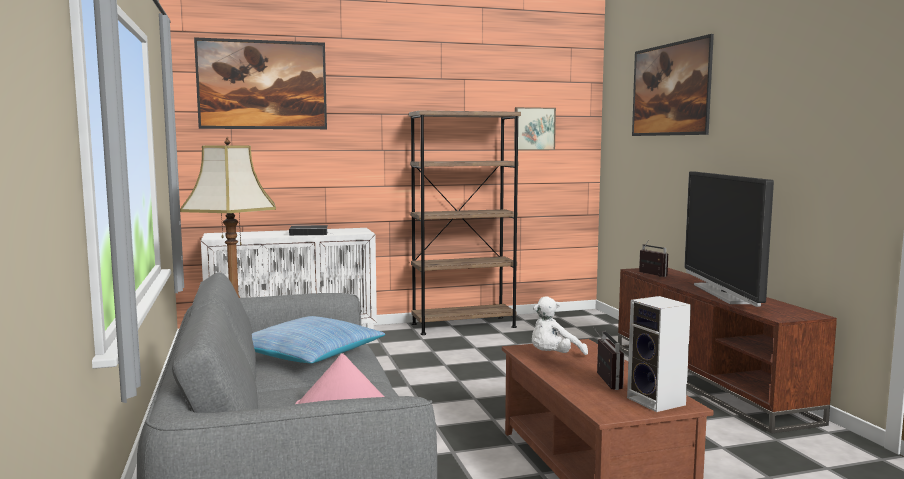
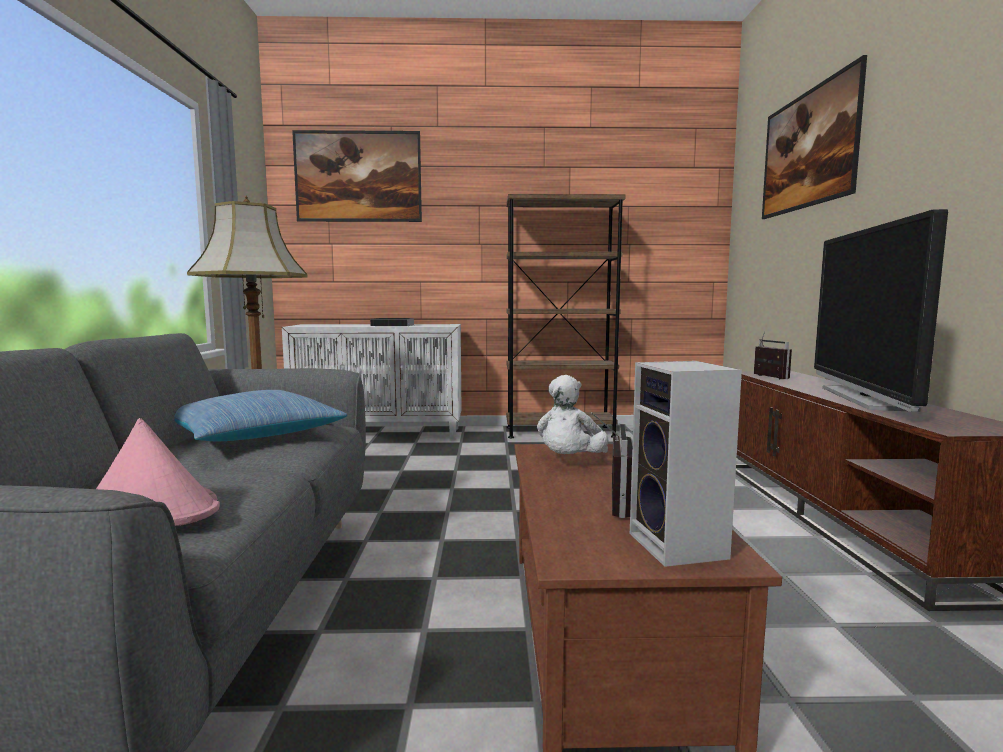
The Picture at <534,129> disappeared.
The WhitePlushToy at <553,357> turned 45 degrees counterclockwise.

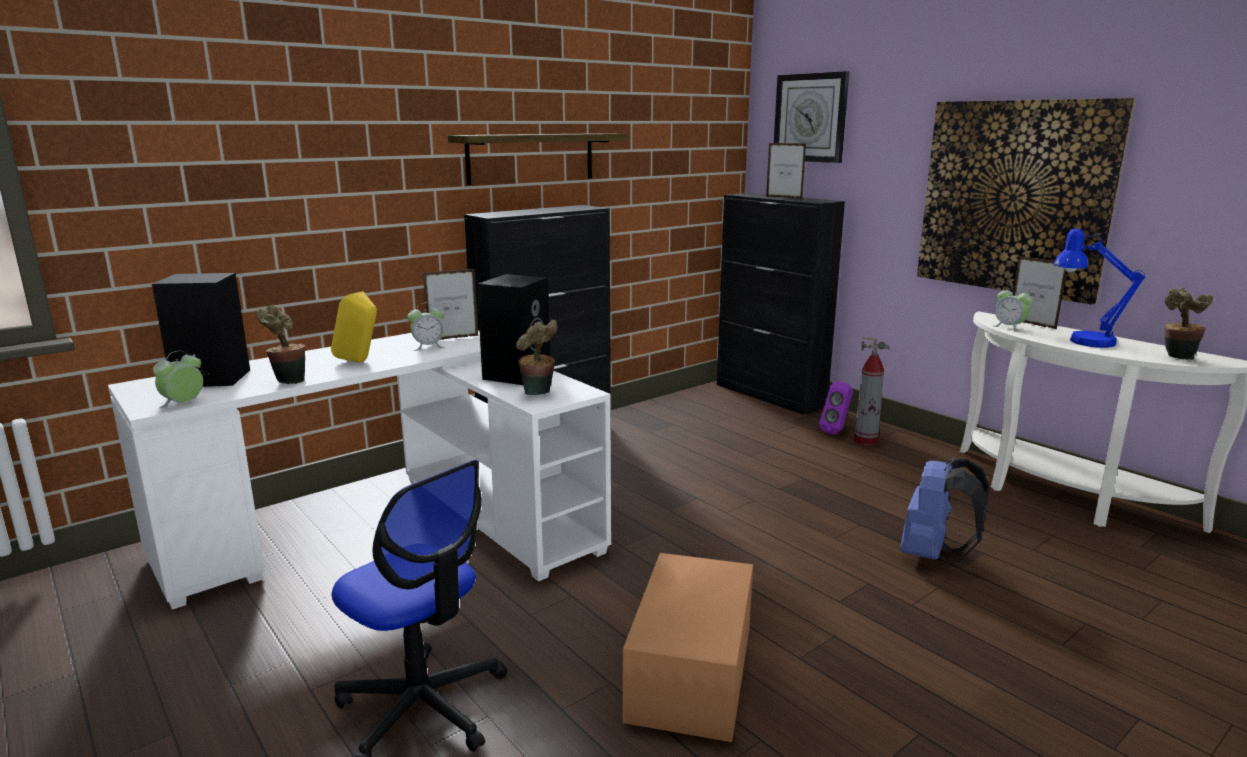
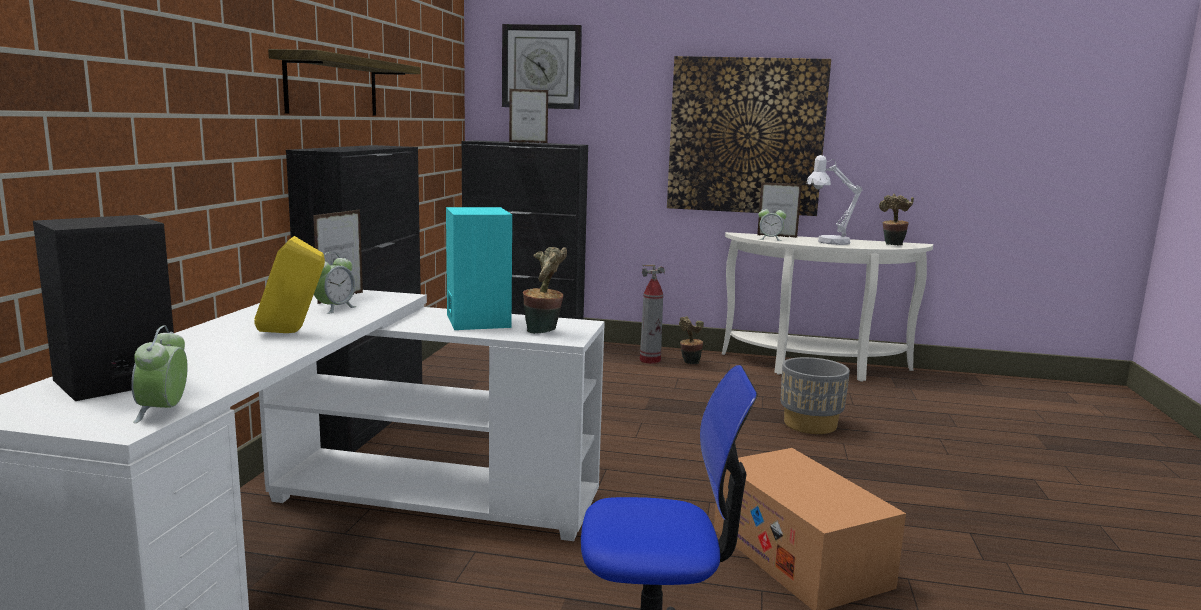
The PottedPlant moved from <288,381> to <689,363>.
The BlackSpeaker at <516,374> became the TurquoiseSpeaker at <476,320>.
The PurpleSpeaker at <836,431> disappeared.
The BlueBackpack at <933,555> was replaced by the GreyPlanter at <810,425>.
The BlueTableLamp at <1081,341> became the WhiteTableLamp at <827,242>.

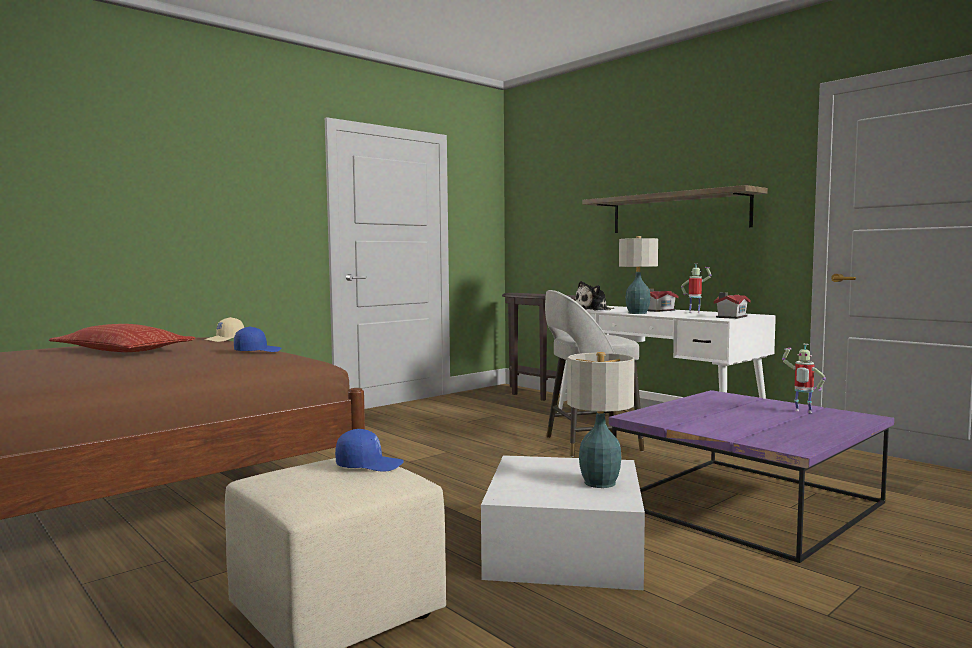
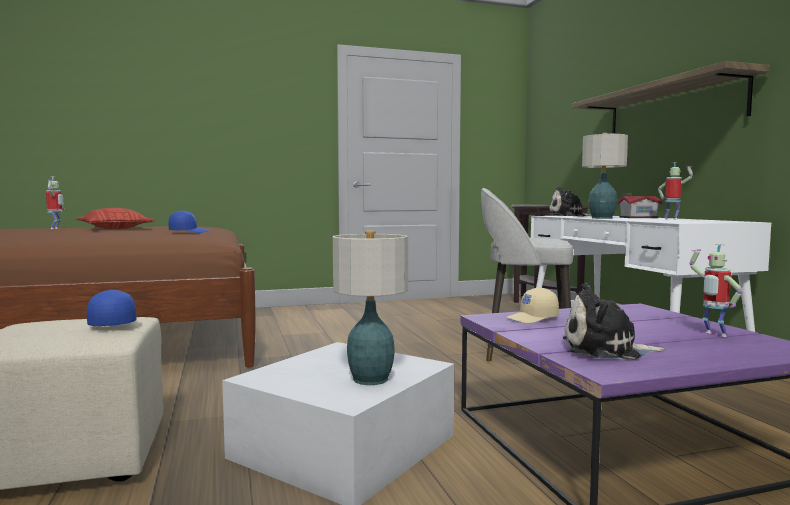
The BeigeCap moved from <225,339> to <532,318>.
The BlueCap at <369,465> turned 135 degrees counterclockwise.
The ToyHouse at <730,317> disappeared.
The ToyRobot at <56,228> appeared.
The PlushToy at <606,350> appeared.

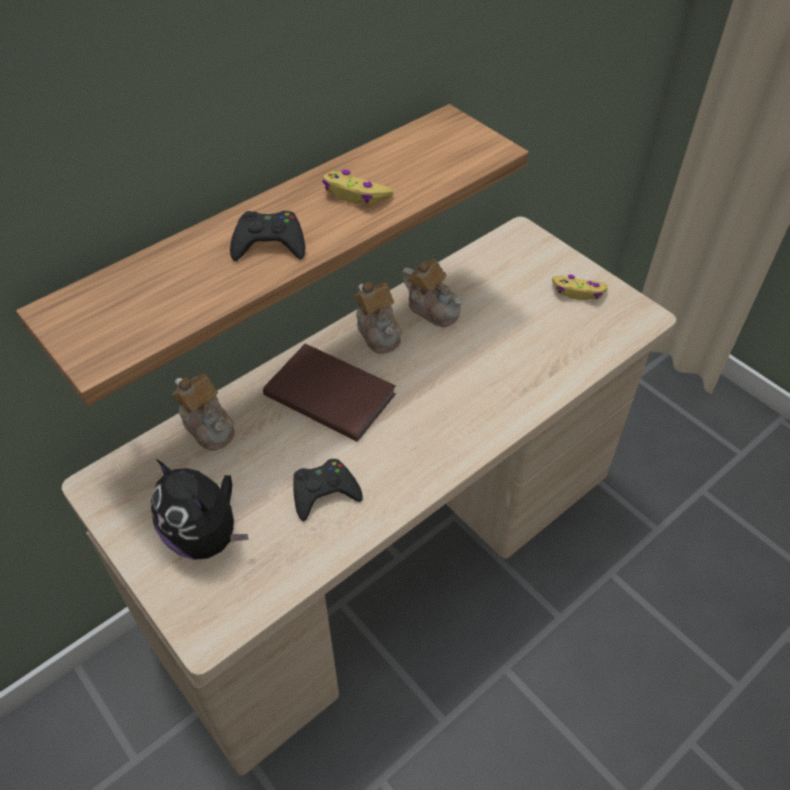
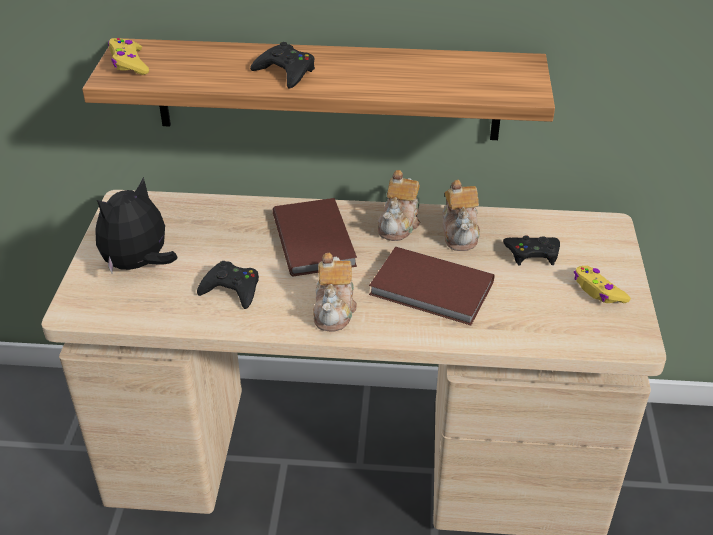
The PlushToy at <206,536> turned 45 degrees clockwise.
The Teapot moved from <208,425> to <334,310>.
The YellowGameController moved from <355,195> to <129,63>.
The BrownBook at <432,290> appeared.
The BlackGameController at <532,254> appeared.

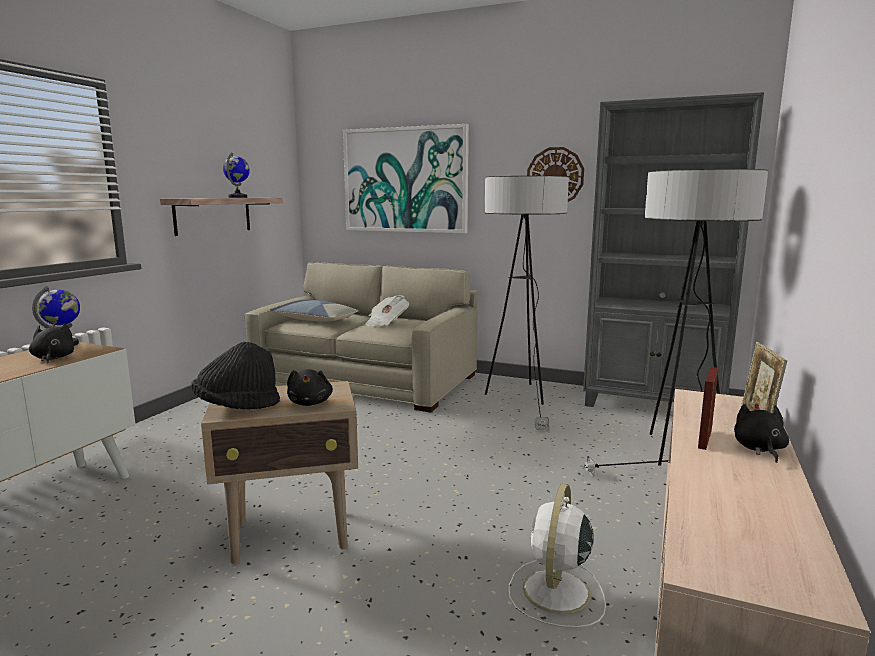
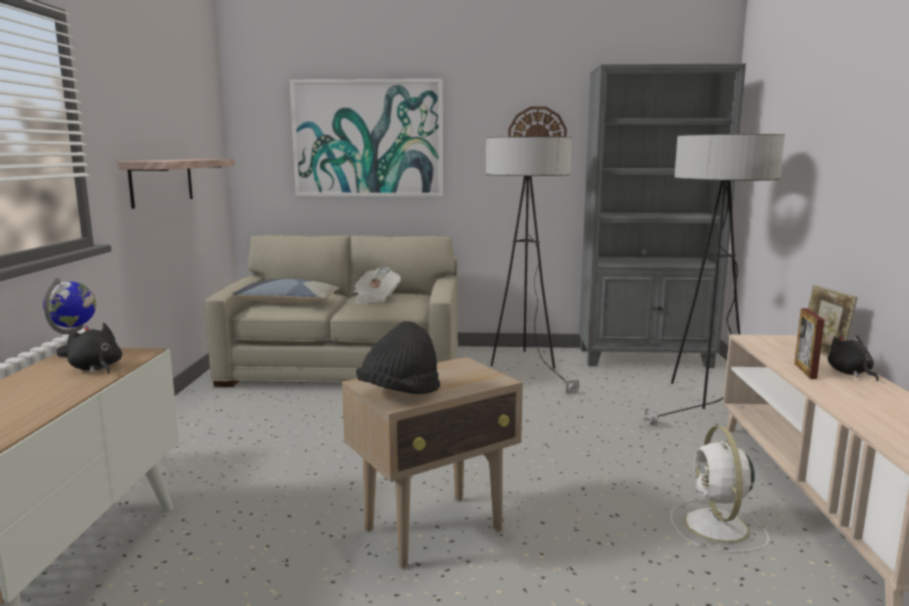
The Globe at <238,197> disappeared.
The BlackPlushToy at <310,403> disappeared.

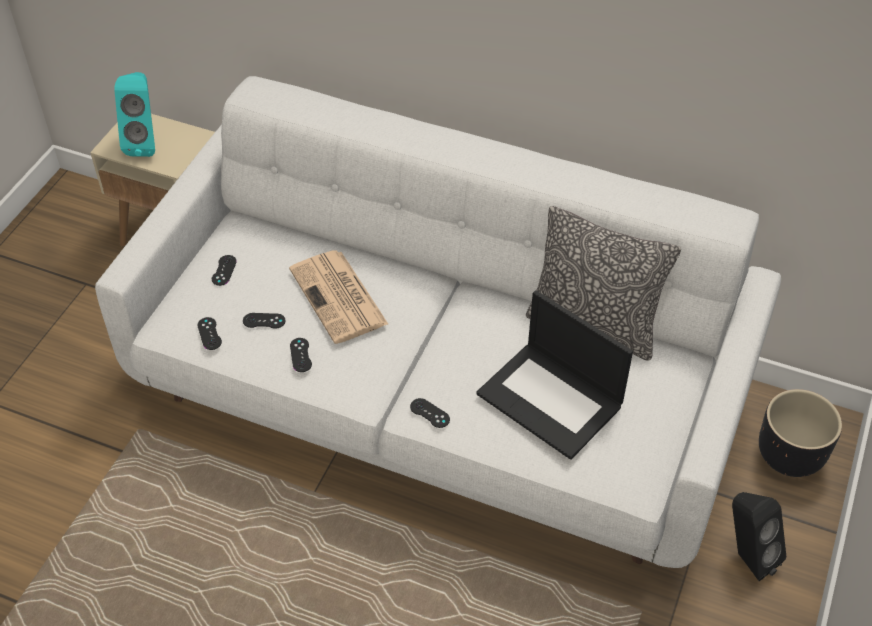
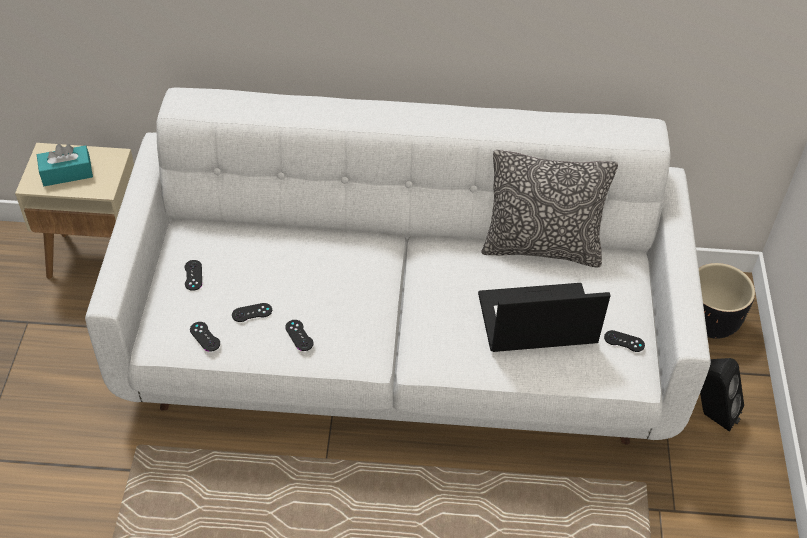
The TurquoiseSpeaker at <145,143> was replaced by the TurquoiseTissueBox at <67,173>.
The Newspaper at <339,298> disappeared.
The BlackGameController moved from <430,413> to <624,341>.
The Laptop at <551,400> turned 150 degrees clockwise.

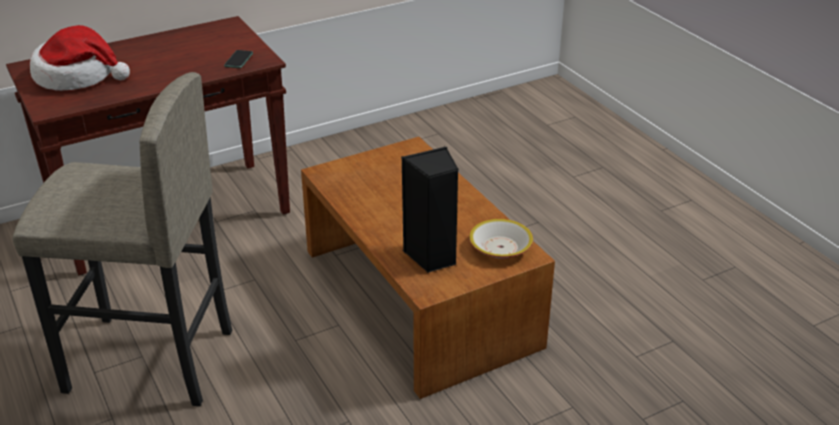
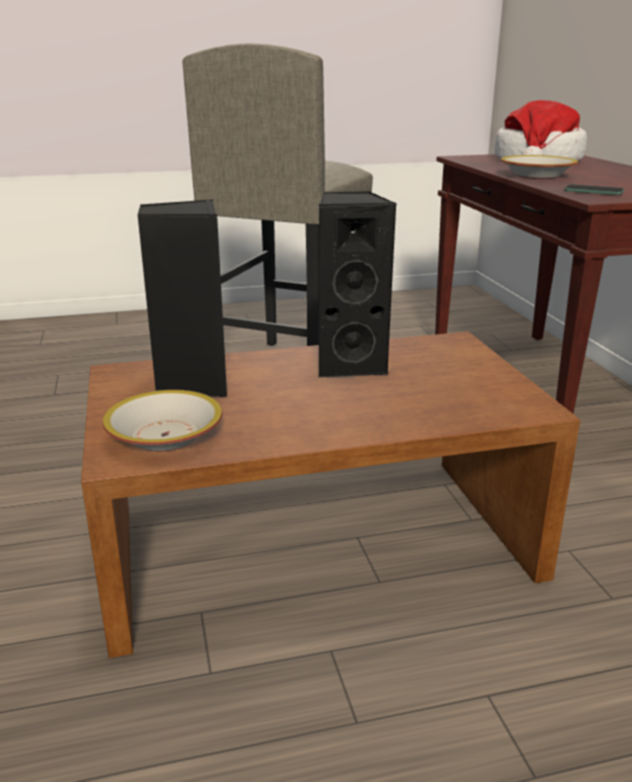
The BlackSpeaker at <350,364> appeared.
The Bowl at <537,176> appeared.

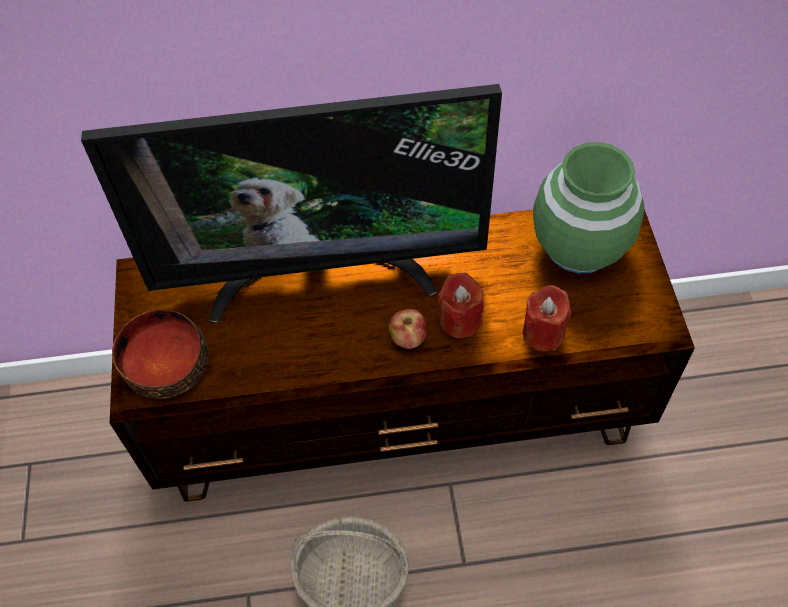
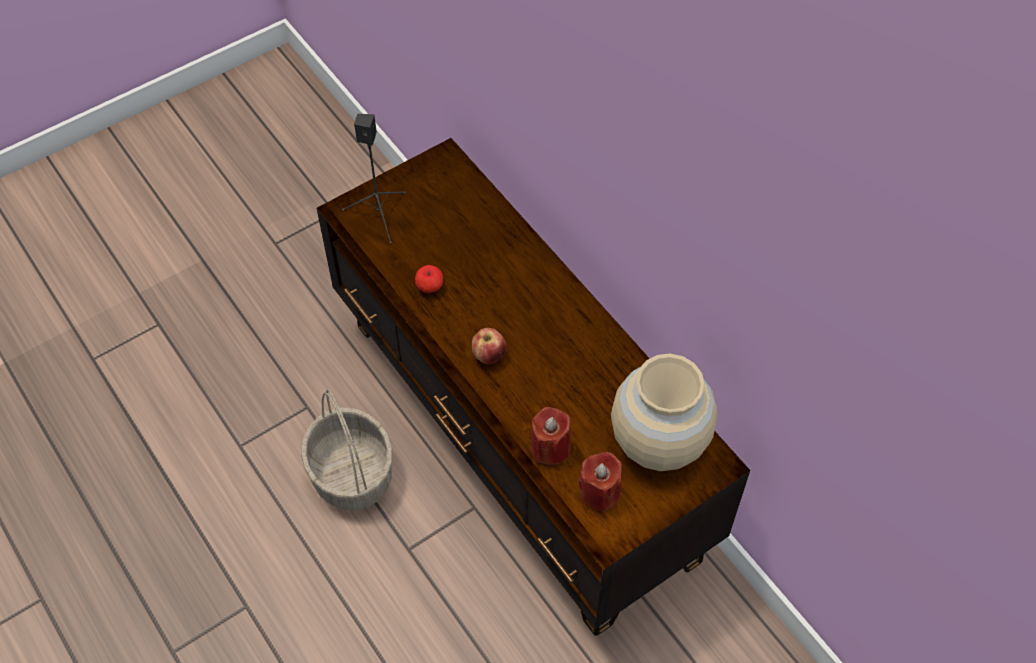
The Television at <320,273> disappeared.
The Bowl at <165,364> was replaced by the BlackSpeaker at <379,214>.
The RedCandle moved from <460,320> to <599,493>.
The GreenVase at <580,246> became the BeigeVase at <659,442>.
The Apple at <430,287> appeared.

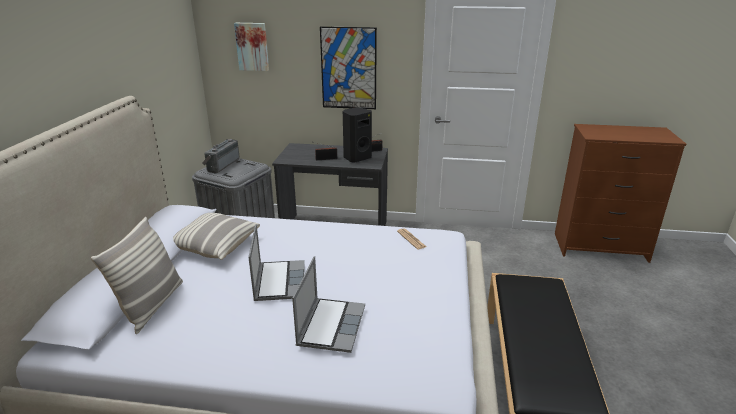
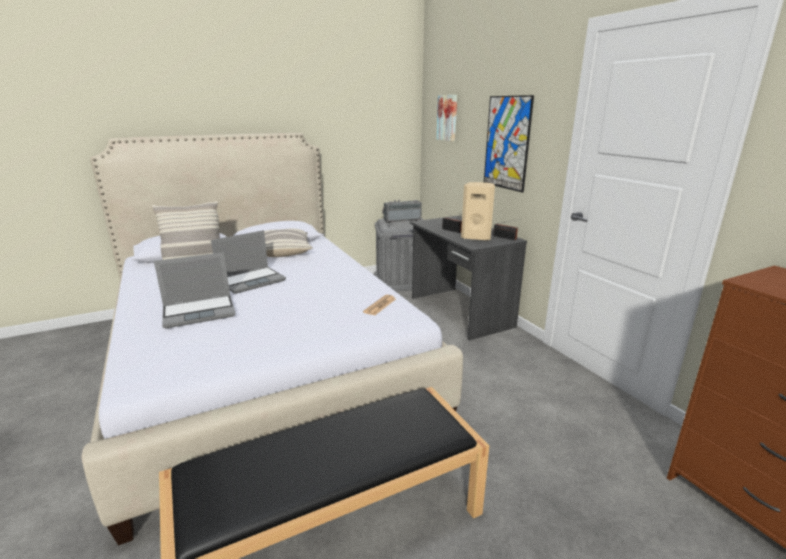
The BlackSpeaker at <356,158> became the BeigeSpeaker at <476,237>.

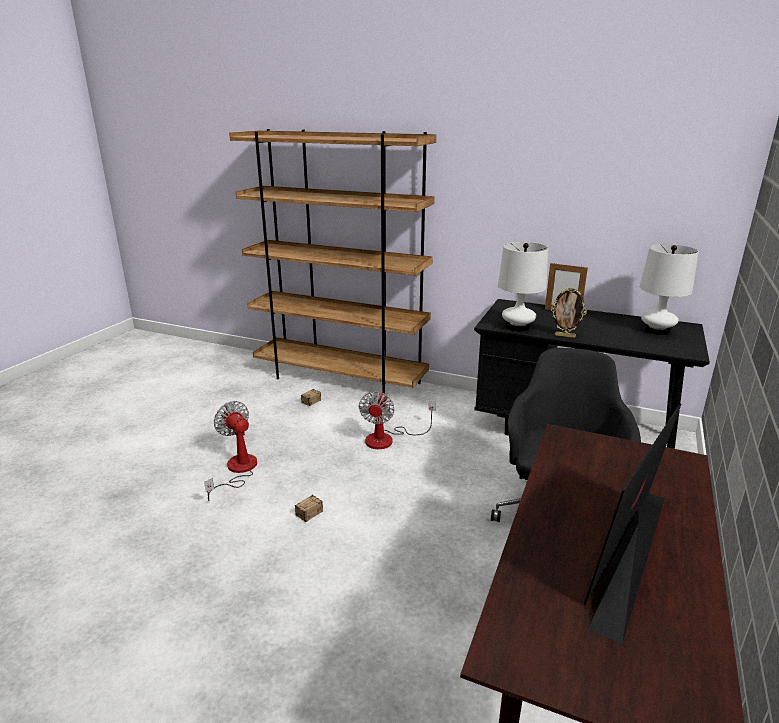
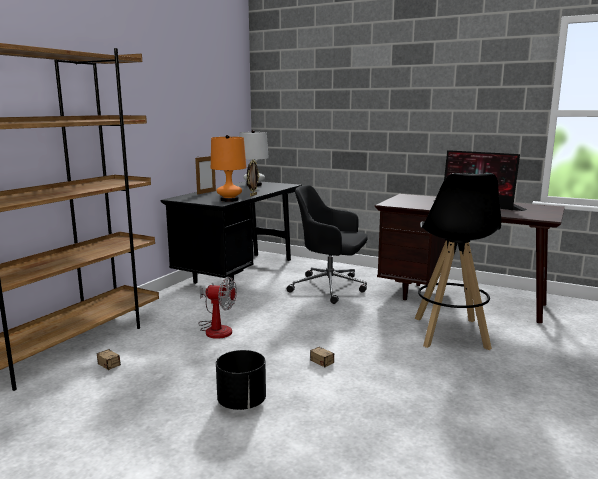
The Fan at <237,471> was replaced by the BlackPlanter at <242,403>.
The WhiteTableLamp at <517,327> became the OrangeTableLamp at <229,200>.
The BlackStool at <450,333> appeared.

